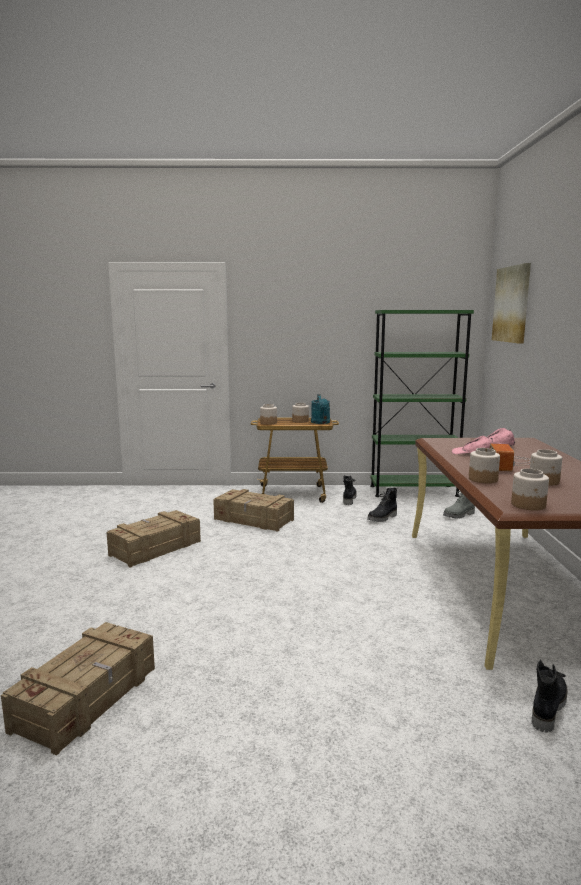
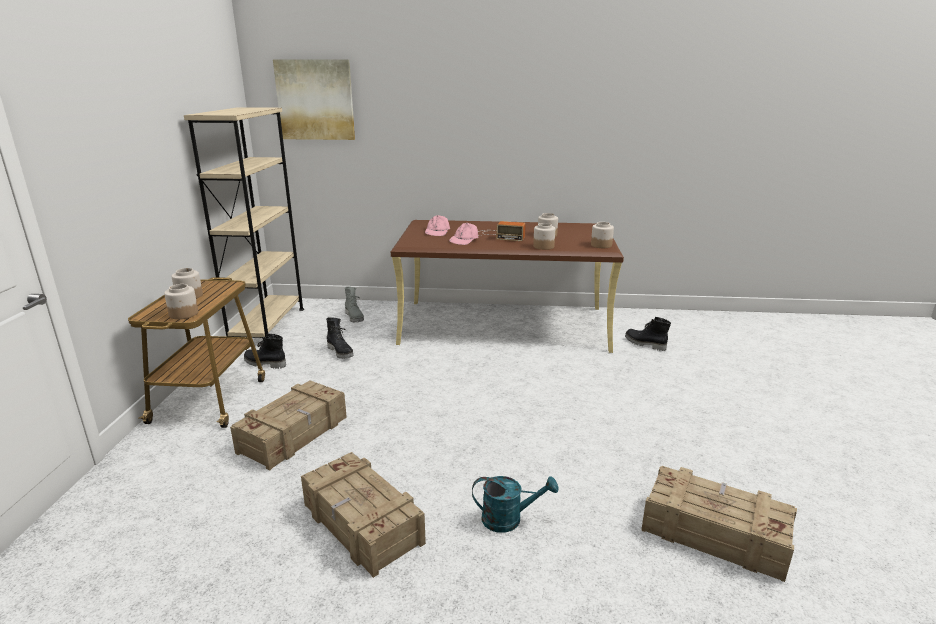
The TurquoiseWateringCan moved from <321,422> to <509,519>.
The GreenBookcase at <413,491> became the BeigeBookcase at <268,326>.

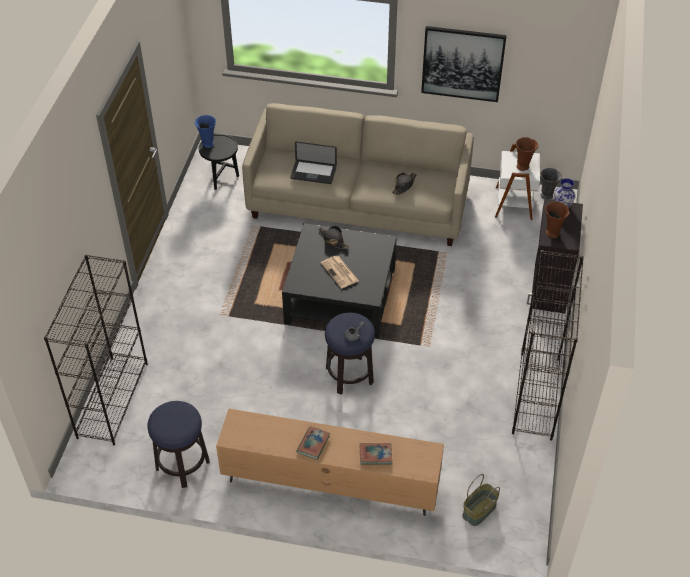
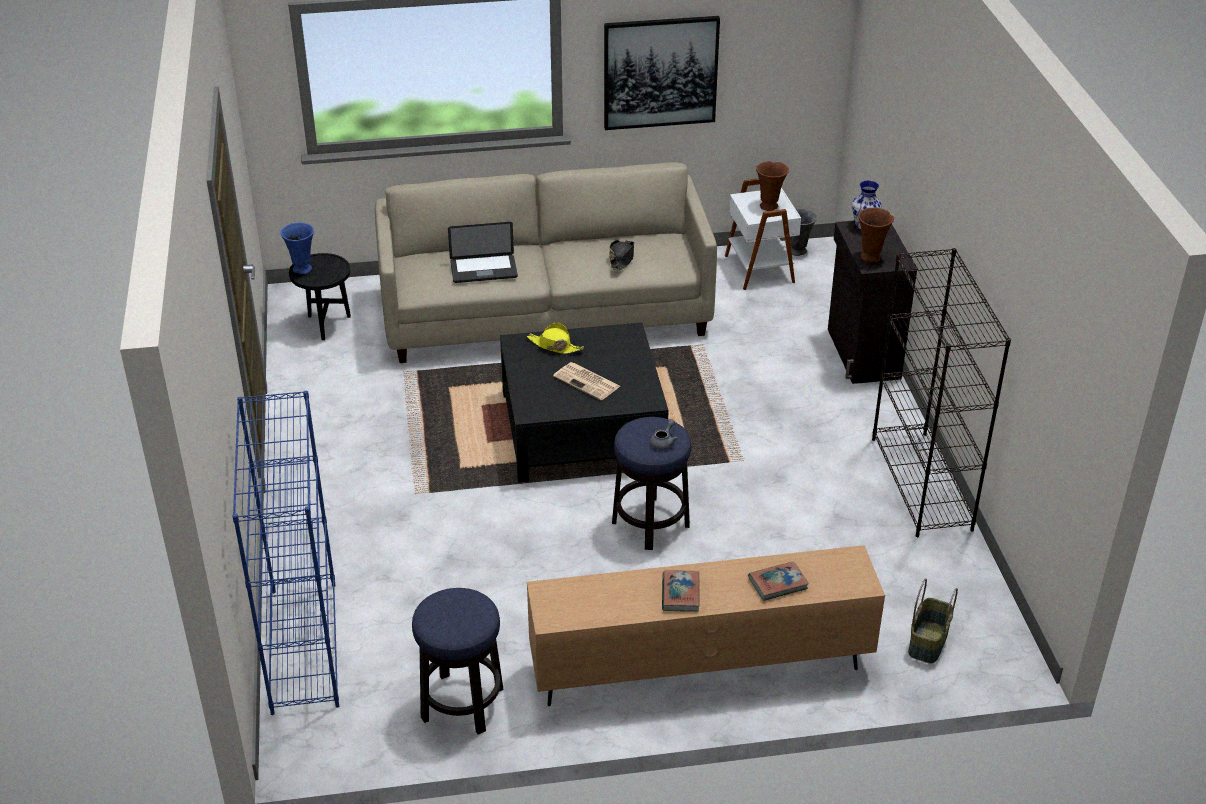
The BlackBookcase at <112,399> became the BlueBookcase at <303,646>.
The BlackHat at <333,240> became the YellowHat at <554,346>.

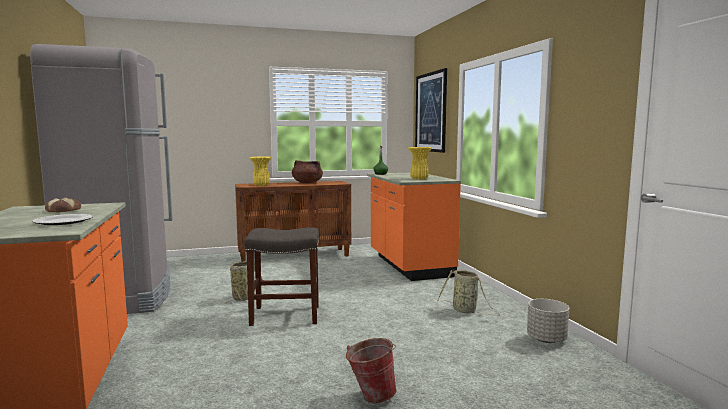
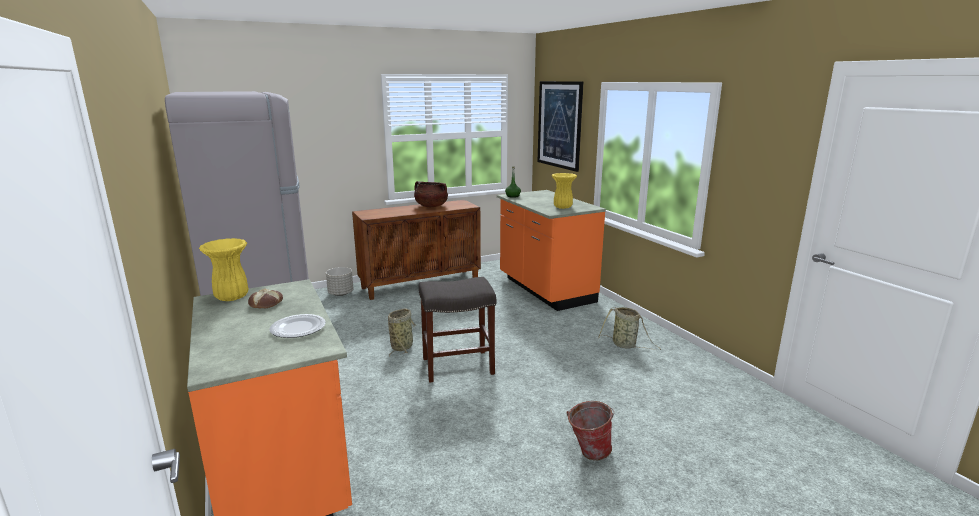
The YellowVase moved from <261,185> to <232,297>.
The GreyPlanter moved from <546,339> to <340,293>.

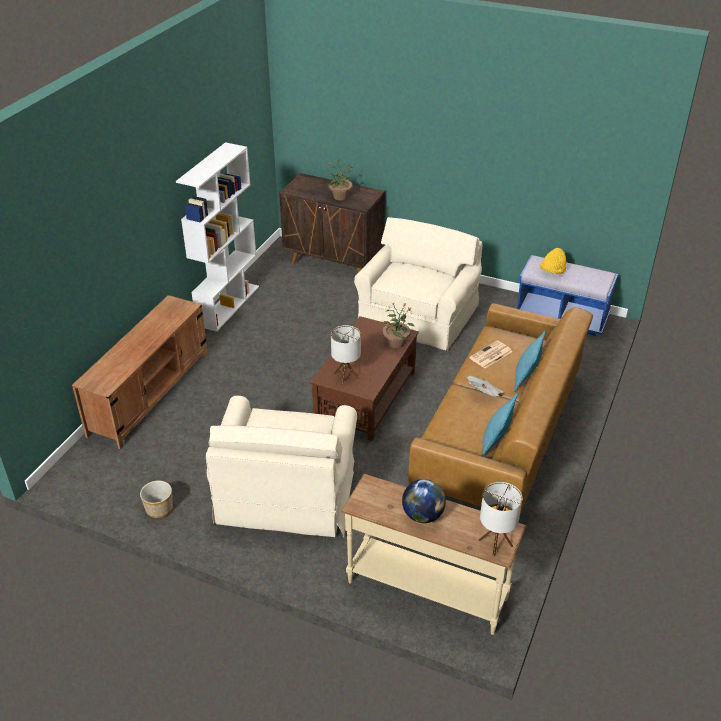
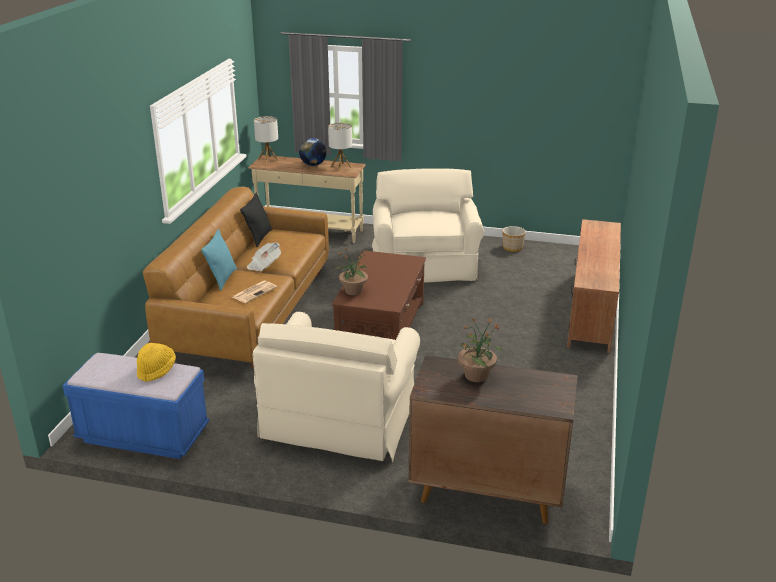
The WhiteBookcase at <228,305> disappeared.
The TableLamp moved from <346,376> to <341,167>.
The TurquoisePillow at <495,443> became the BlackPillow at <259,237>.

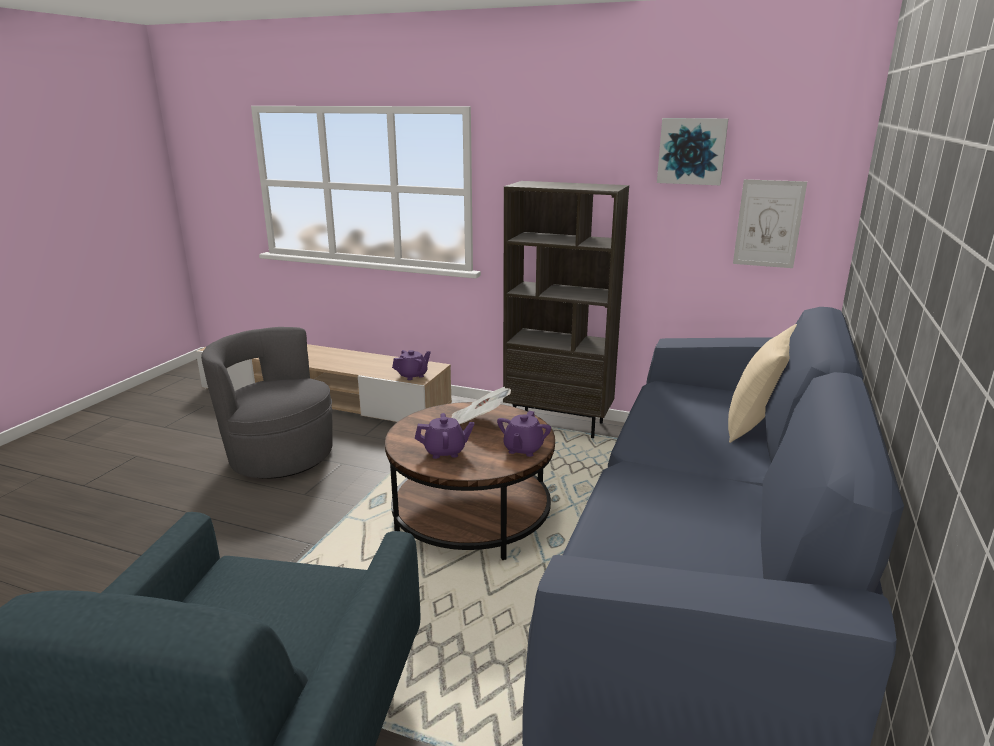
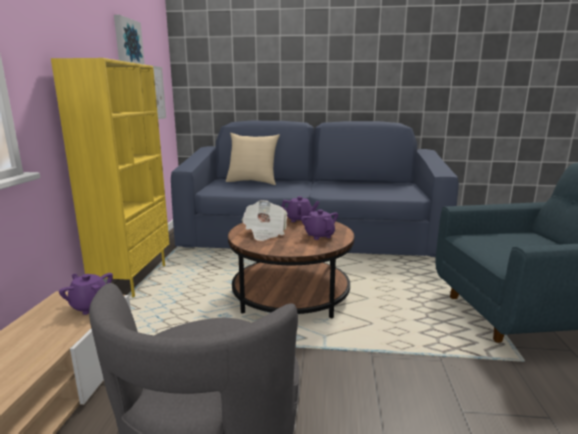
The BrownBookcase at <559,423> became the YellowBookcase at <133,279>.

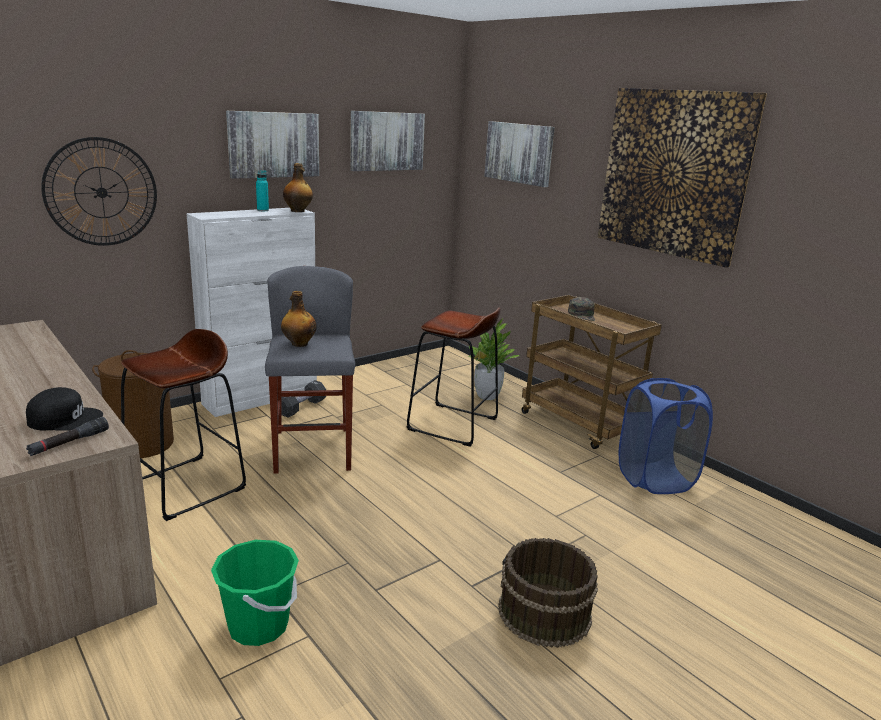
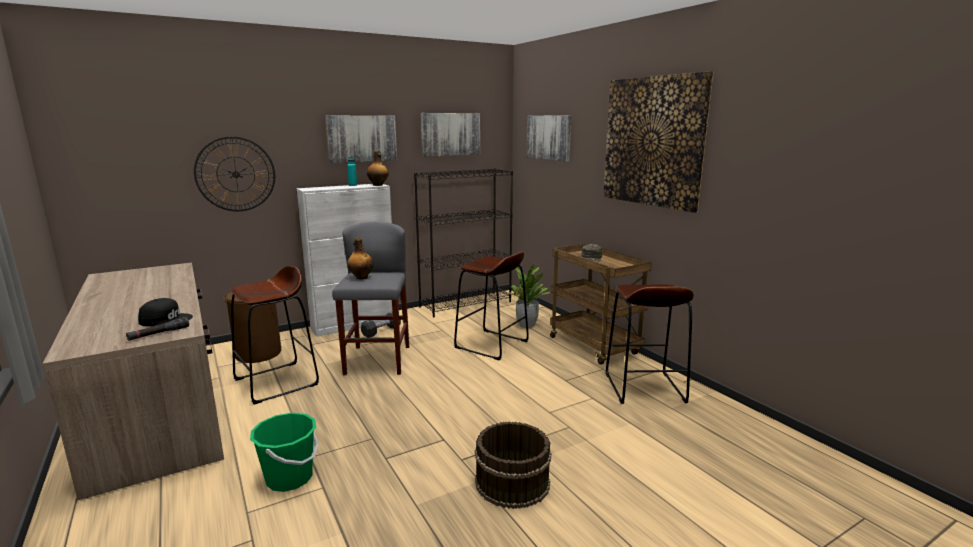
The BlueLaundryBasket at <655,479> was replaced by the BrownStool at <644,388>.
The BlackBookcase at <466,304> appeared.

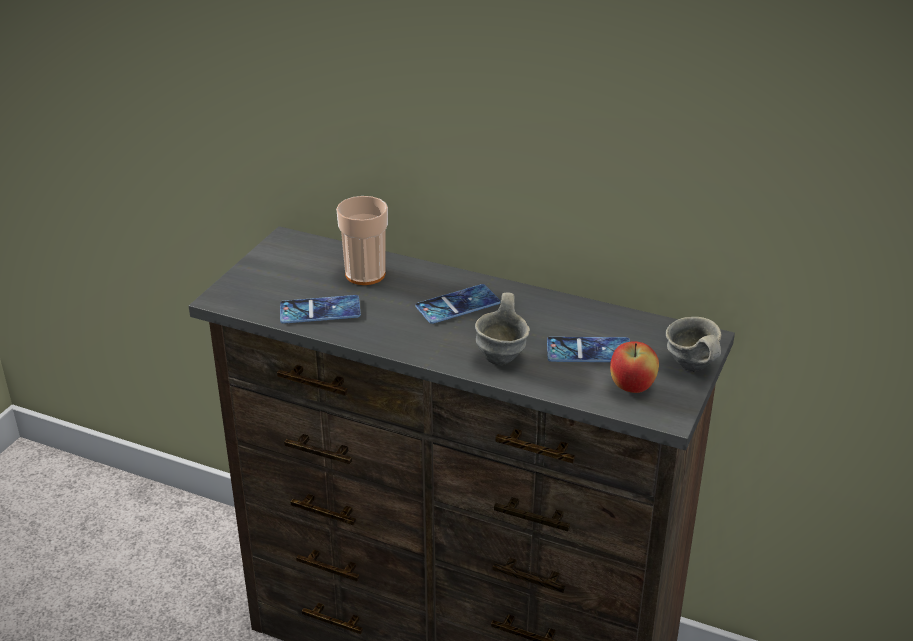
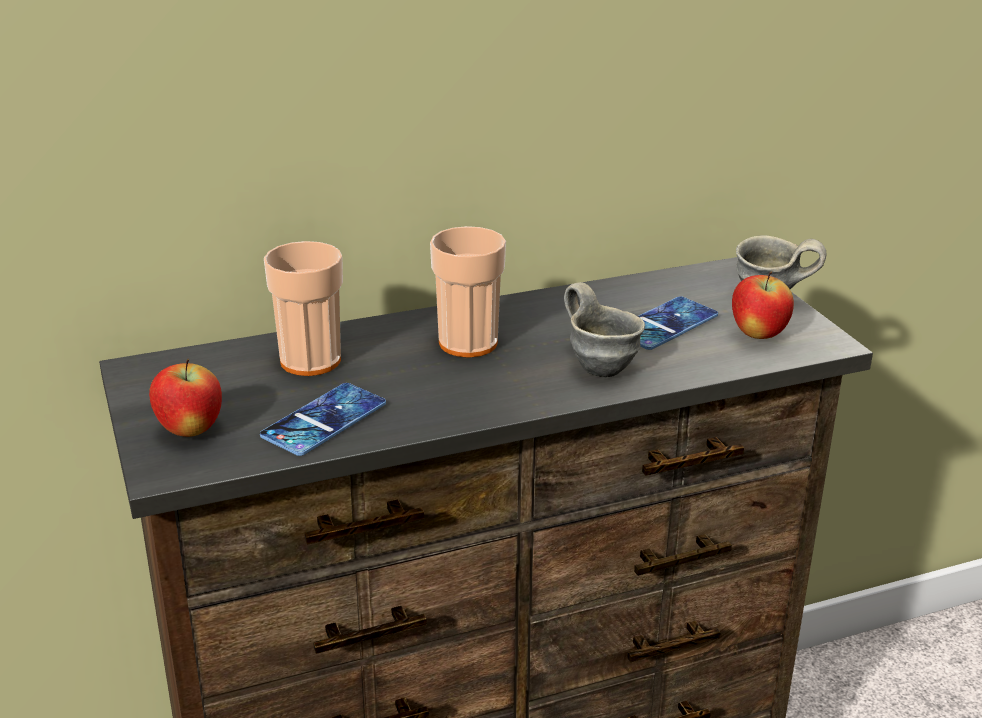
The Phone at <457,305> was replaced by the Cup at <468,343>.
The Apple at <190,431> appeared.

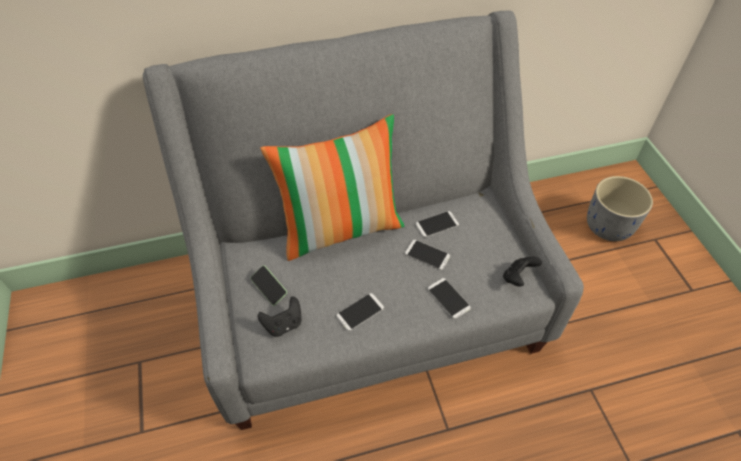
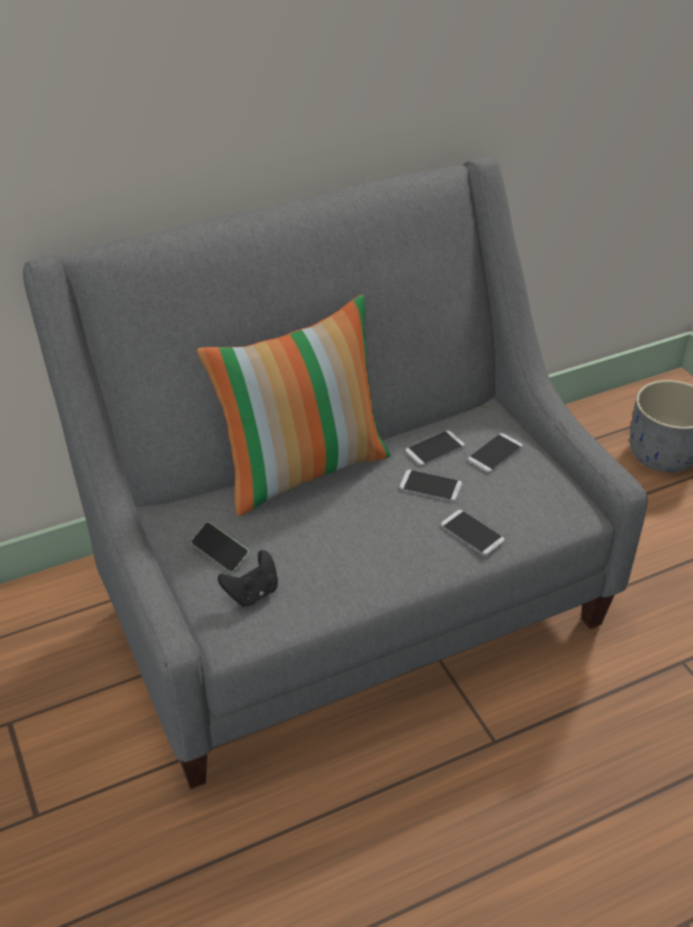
The Phone moved from <360,312> to <495,453>.
The BlackGameController at <518,277> disappeared.

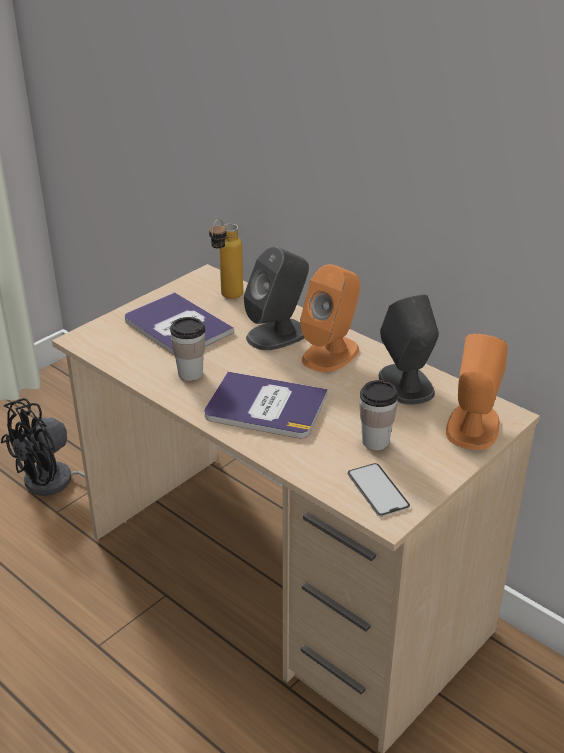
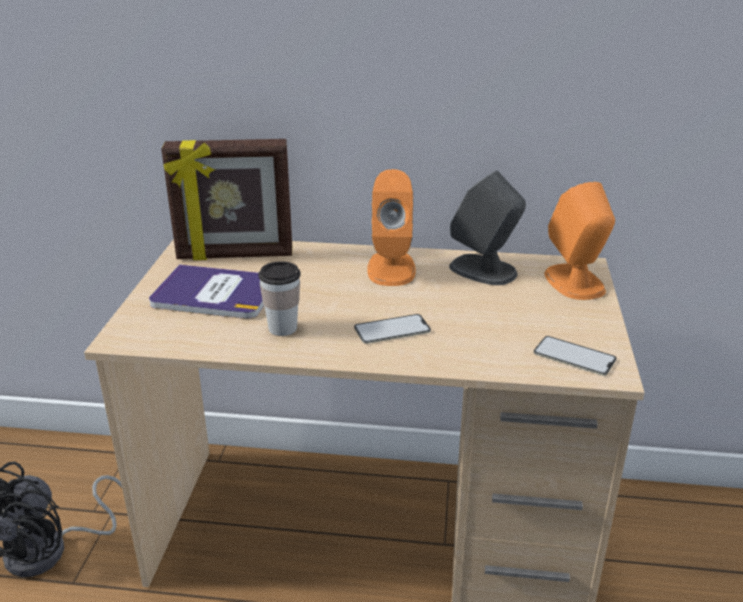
The Book at <265,407> was replaced by the Phone at <392,329>.
The Bottle at <227,298> was replaced by the PictureFrame at <235,255>.
The GreySpeaker at <278,334> disappeared.
The Cup at <375,441> disappeared.

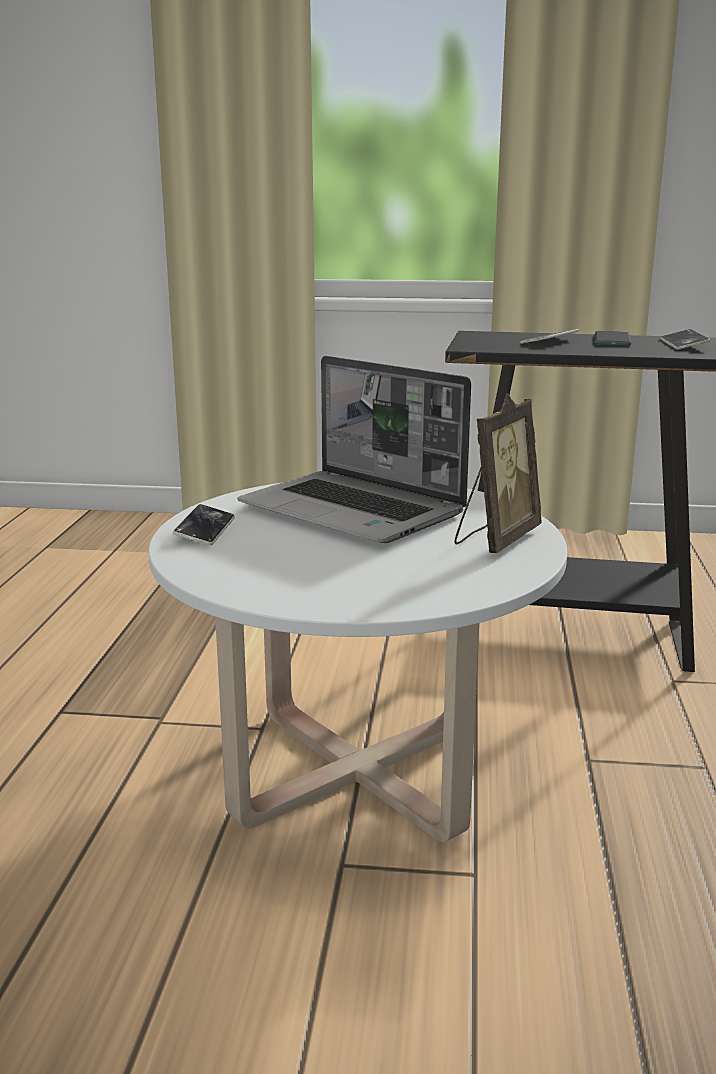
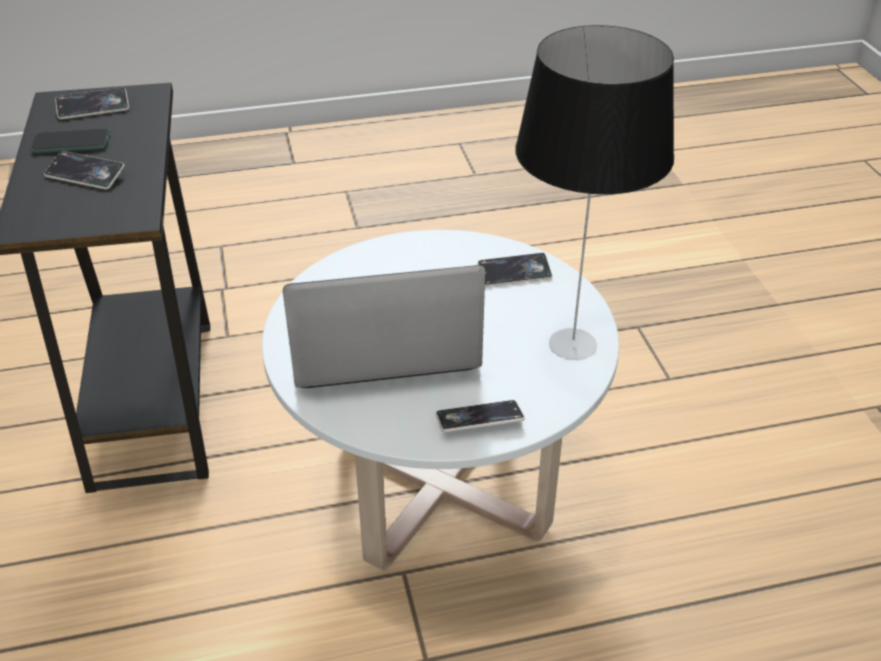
The Laptop at <355,511> turned 120 degrees counterclockwise.
The PictureFrame at <495,539> disappeared.
The Phone at <514,274> appeared.
The TableLamp at <572,345> appeared.

